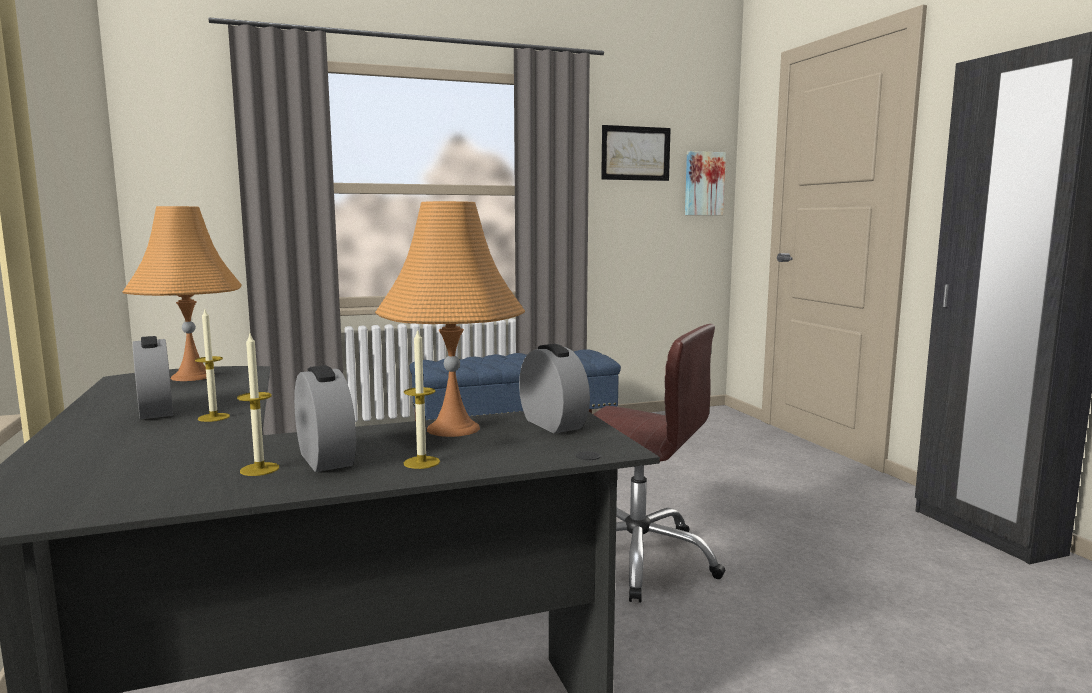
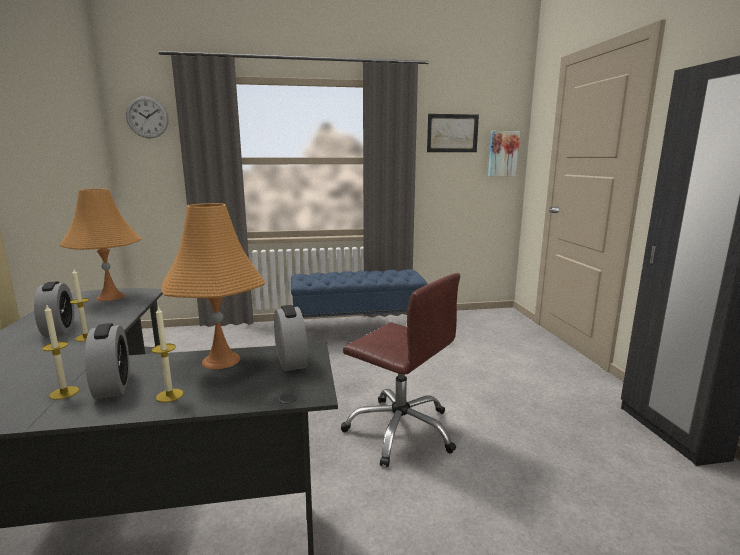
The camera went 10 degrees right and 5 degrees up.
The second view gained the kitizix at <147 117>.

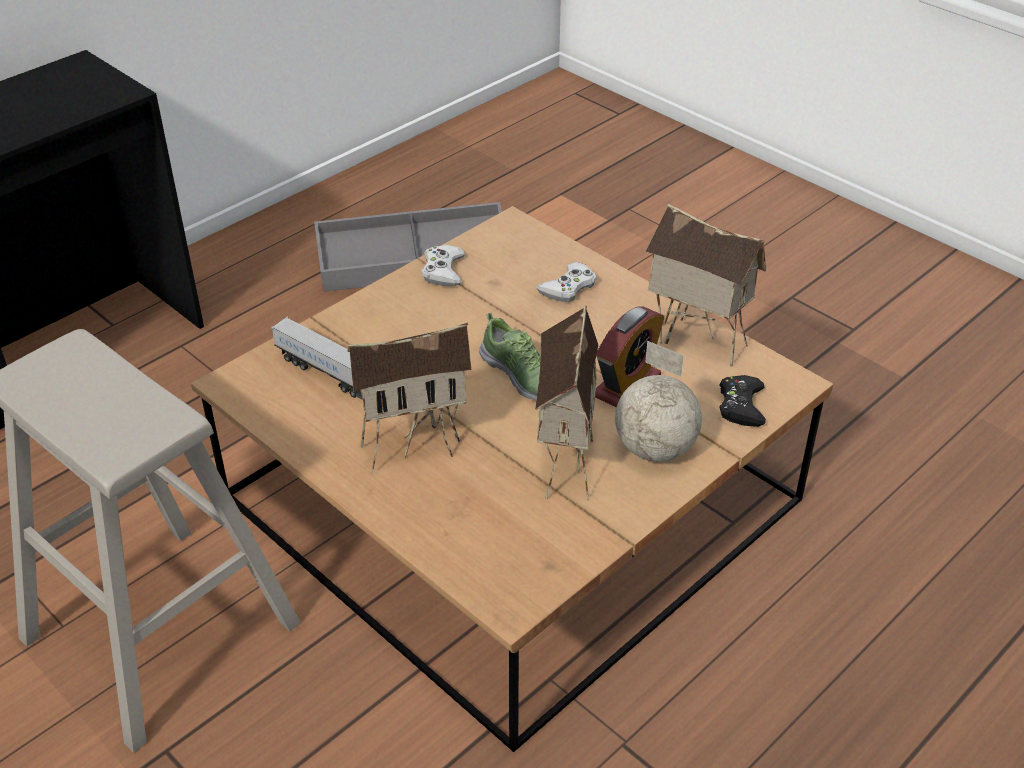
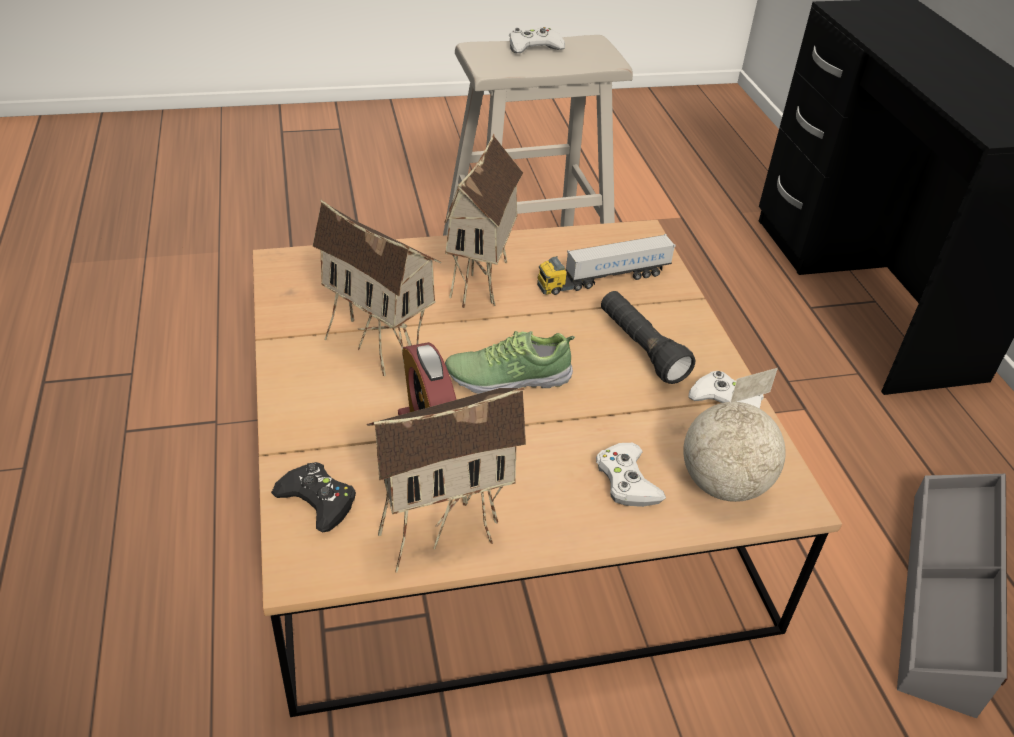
The camera went 120 degrees right and 0 degrees up.
The second view gained the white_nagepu at <534 47>.
The second view gained the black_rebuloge at <640 348>.
The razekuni ended up elsewhere, having gone from <654 448> to <725 485>.

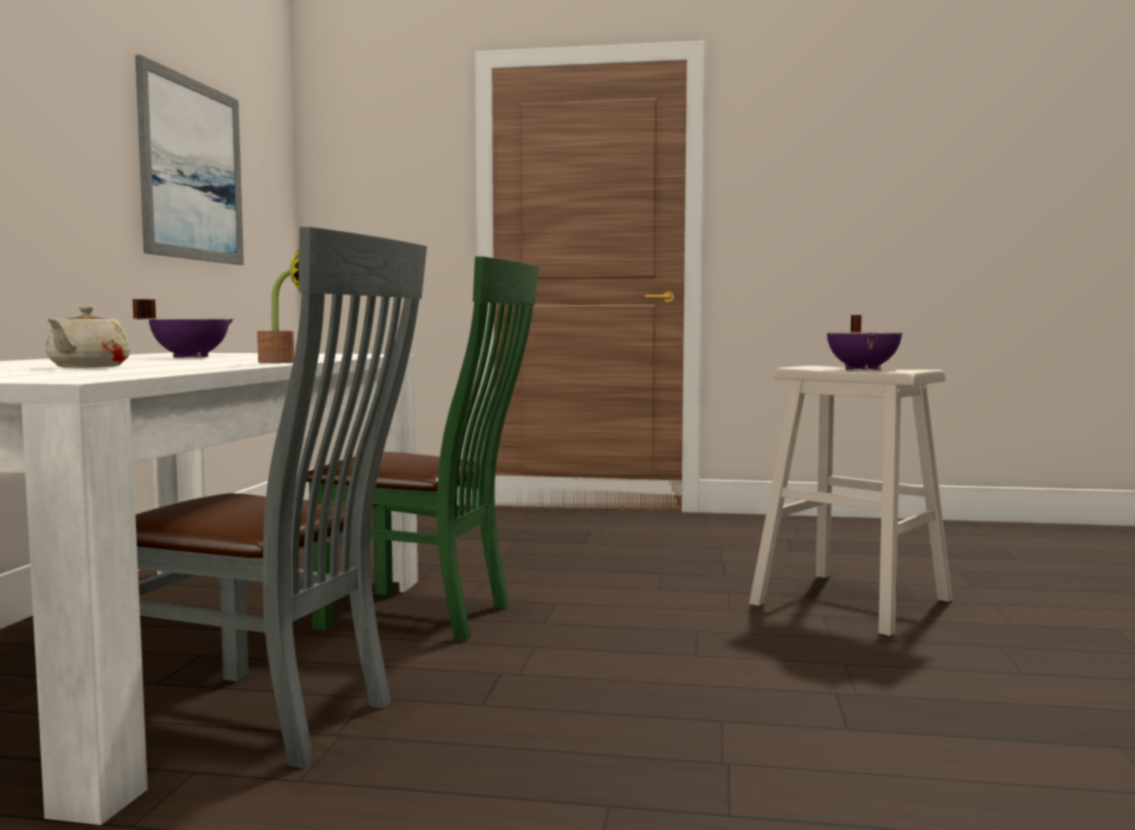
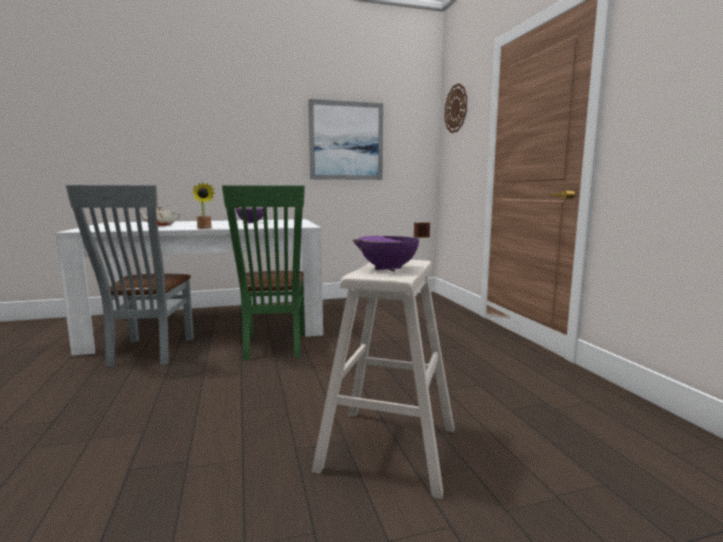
The camera went 65 degrees right and 5 degrees up.
The second view gained the kitizix at <456 108>.

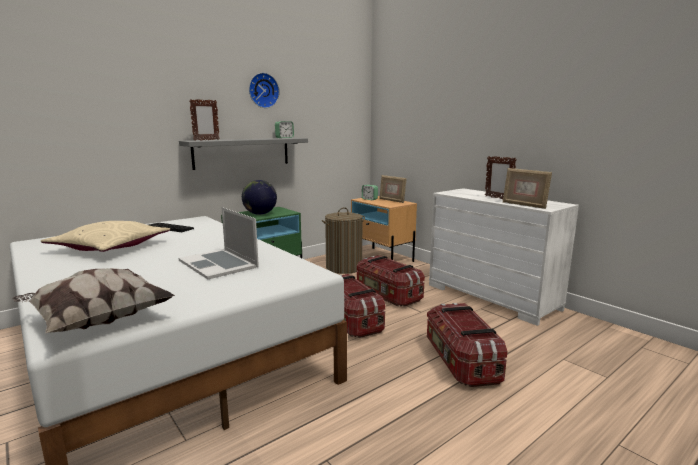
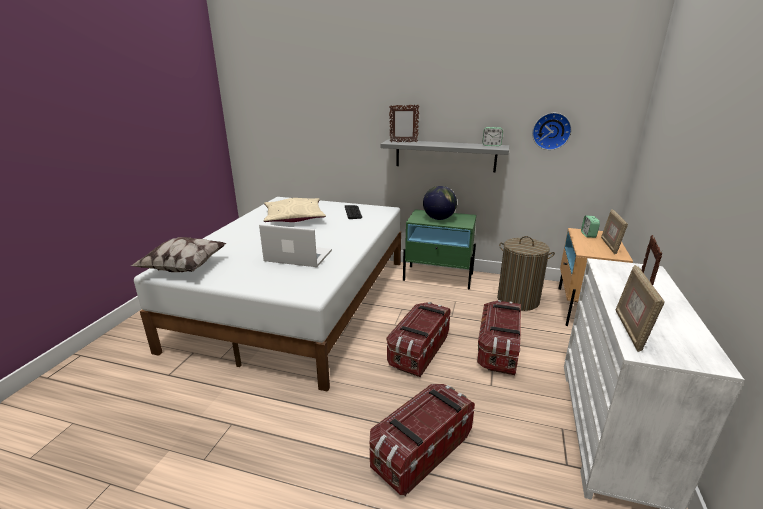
The camera went 55 degrees right and 10 degrees up.
The kitizix ended up elsewhere, having gone from <263 90> to <551 131>.
The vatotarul at <218 263> ended up facing another way, 90 degrees clockwise from before.

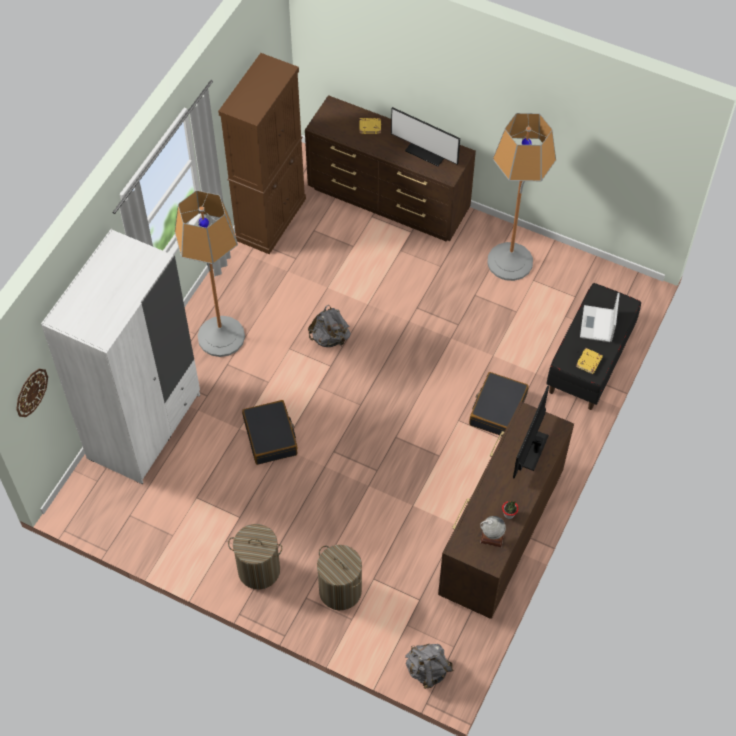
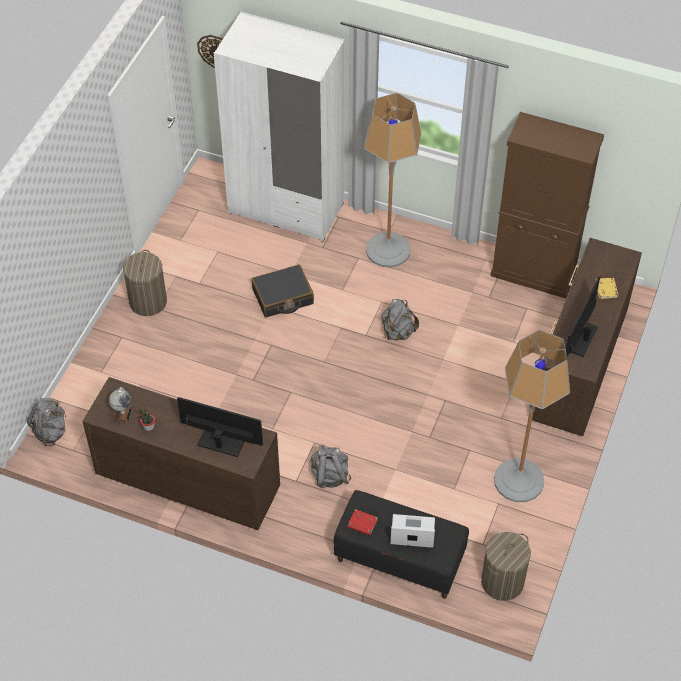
The camera went 85 degrees right and 5 degrees down.
The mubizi ended up elsewhere, having gone from <340 590> to <502 582>.
Where the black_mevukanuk stood at <497 410>, the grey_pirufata came to stand at <329 475>.
What was the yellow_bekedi at <589 362> turned into the red_bekedi at <361 524>.

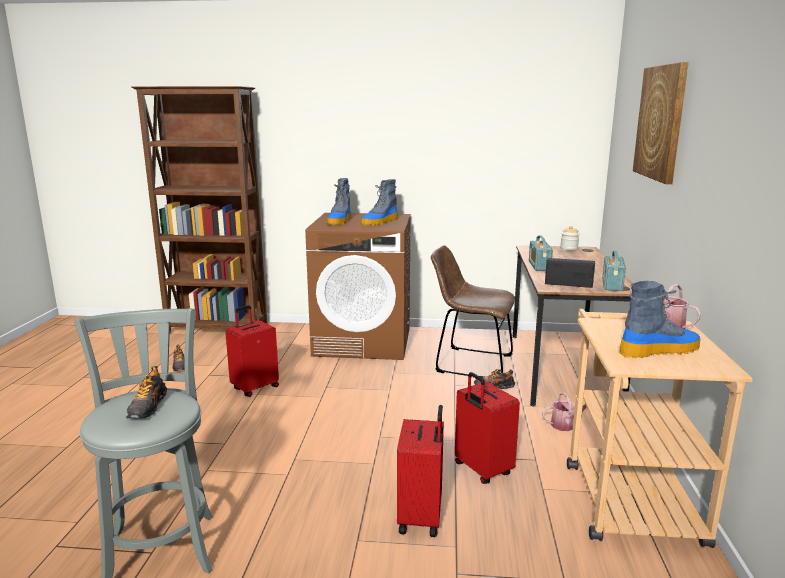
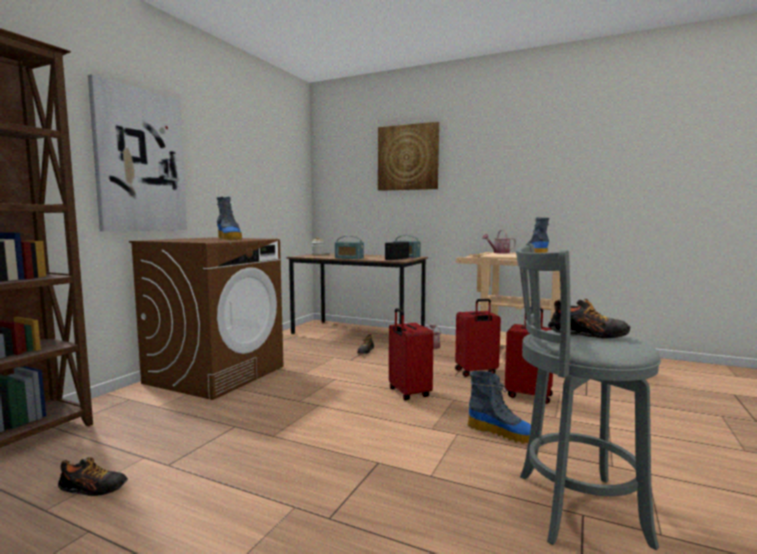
The camera went 70 degrees left and 10 degrees down.
The second view lost the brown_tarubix at <470 363>.
The second view gained the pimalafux at <140 161>.
The red_mevukanuk ended up elsewhere, having gone from <255 388> to <408 393>.
The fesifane ended up elsewhere, having gone from <340 221> to <502 433>.

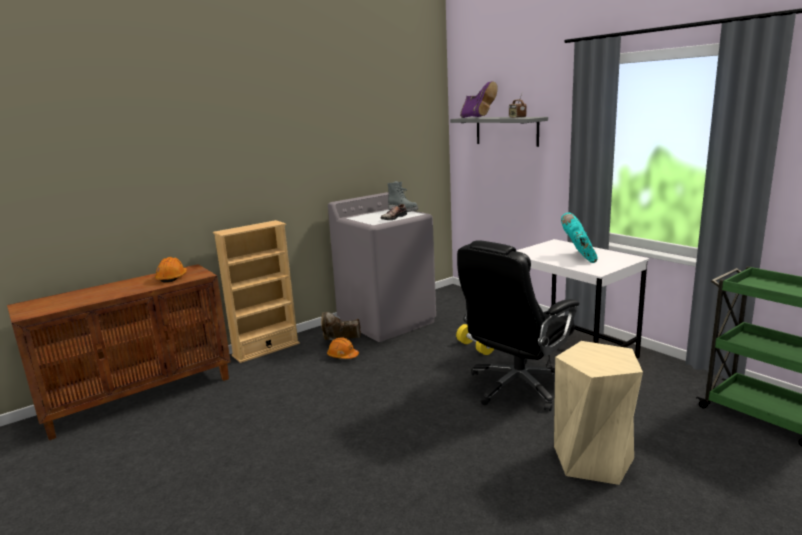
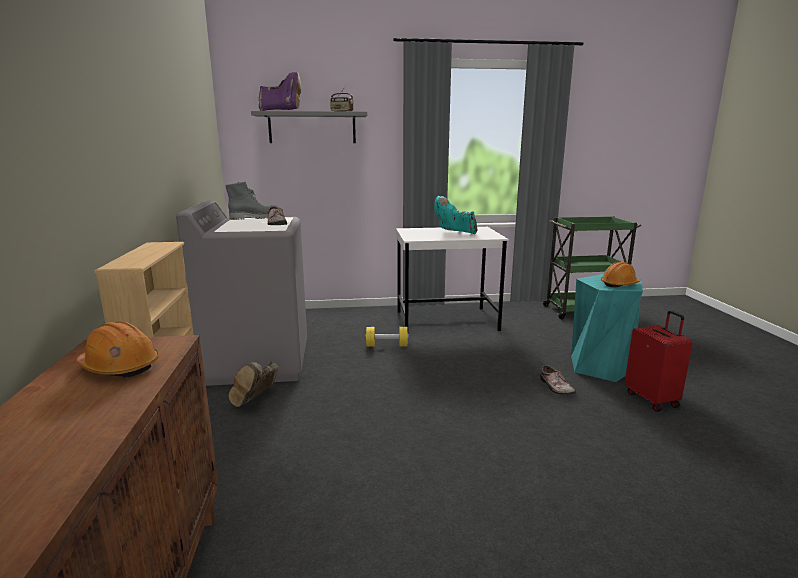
The camera went 60 degrees left and 0 degrees up.
The second view lost the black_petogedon at <517 387>.
The second view gained the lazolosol at <555 387>.
The second view gained the red_mevukanuk at <652 399>.
The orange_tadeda ended up elsewhere, having gone from <342 356> to <619 284>.
What was the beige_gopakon at <593 459> turned into the turquoise_gopakon at <600 366>.

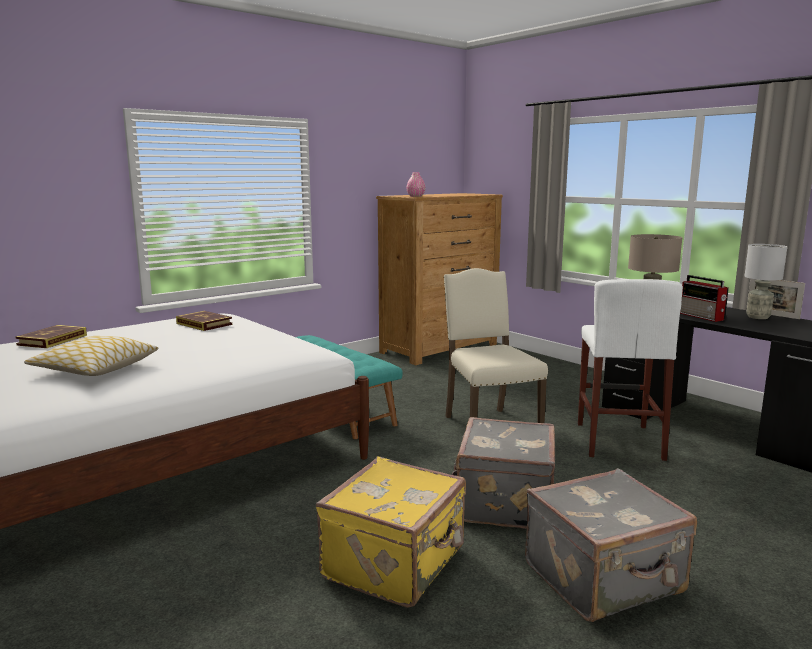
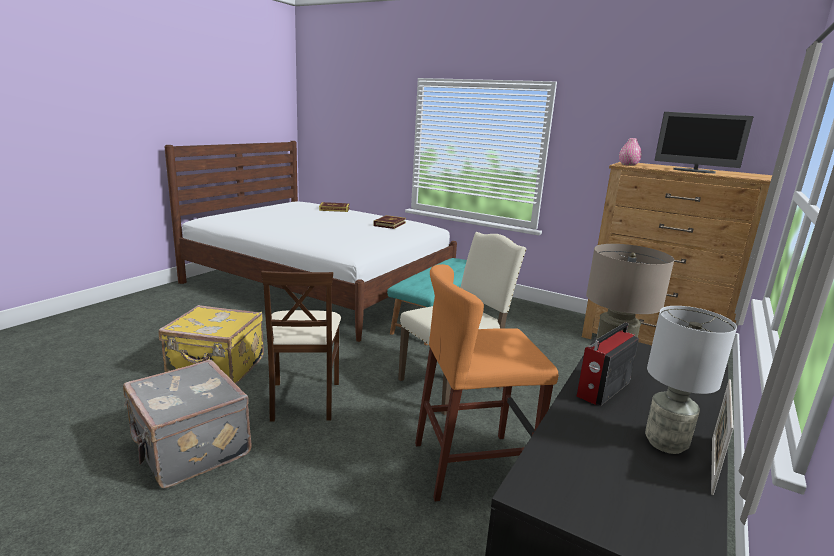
The camera went 70 degrees right and 5 degrees up.
The second view lost the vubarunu at <95 369>.
The second view gained the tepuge at <694 171>.
Where the grey_mevukanuk stood at <503 502>, the beige_tarubix came to stand at <304 399>.
What was the white_gopakon at <618 441> turned into the orange_gopakon at <472 465>.

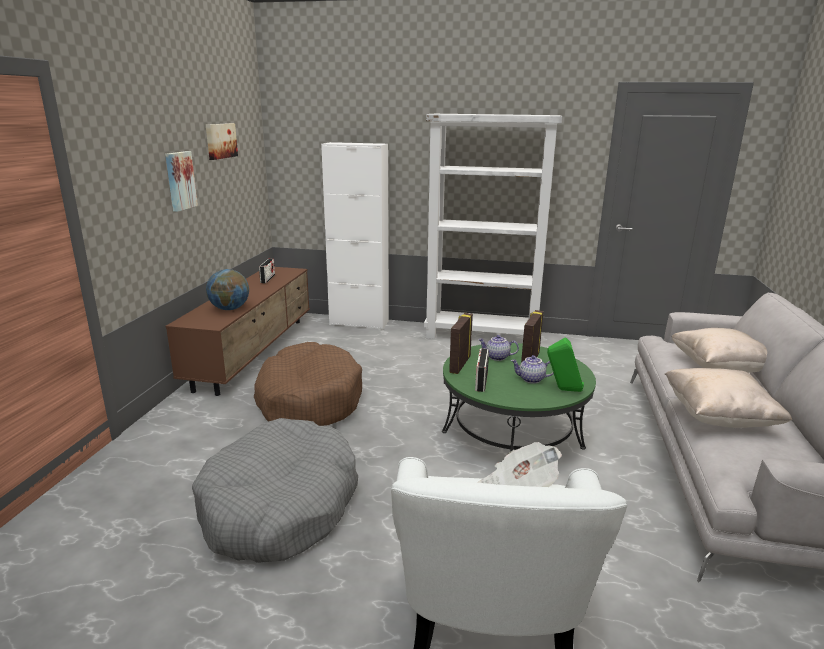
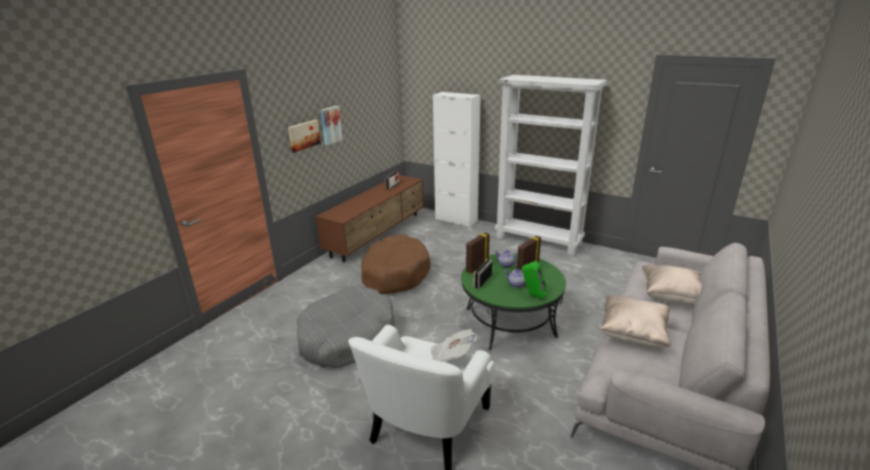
The camera went 20 degrees right and 5 degrees up.
The second view lost the razekuni at <229 309>.
The pimalafux ended up elsewhere, having gone from <220 141> to <303 135>.

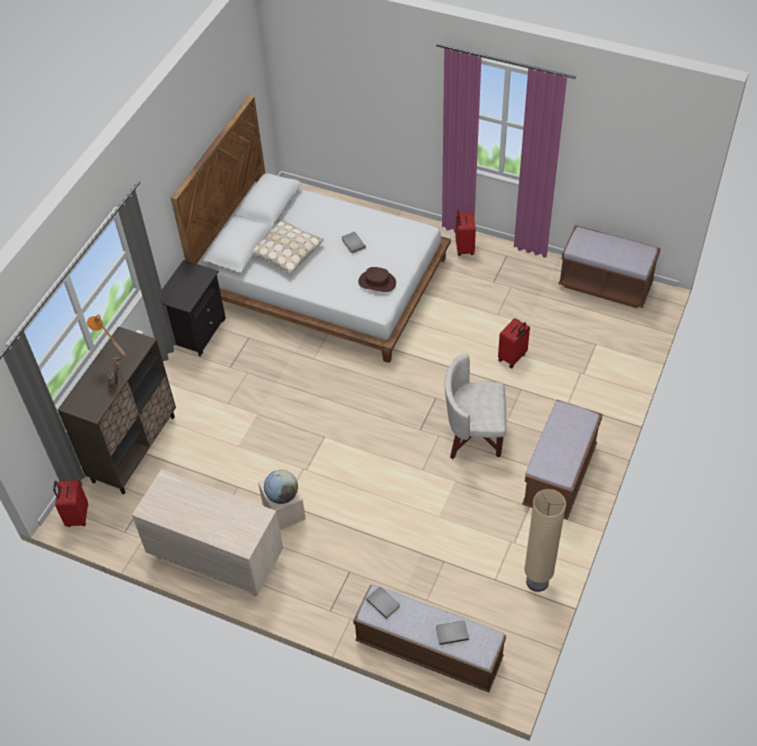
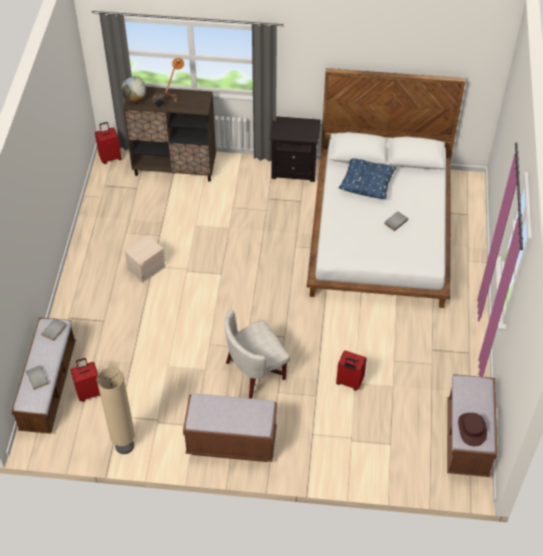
The camera went 70 degrees right and 0 degrees up.
The second view lost the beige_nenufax at <216 558>.
The razekuni ended up elsewhere, having gone from <282 495> to <135 99>.
The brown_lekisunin ended up elsewhere, having gone from <377 282> to <472 429>.
The red_mevukanuk ended up elsewhere, having gone from <463 248> to <89 392>.
What was the beige_vubarunu at <286 252> turned into the blue_vubarunu at <367 182>.
The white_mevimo at <474 435> ended up facing another way, 105 degrees counterclockwise from before.

